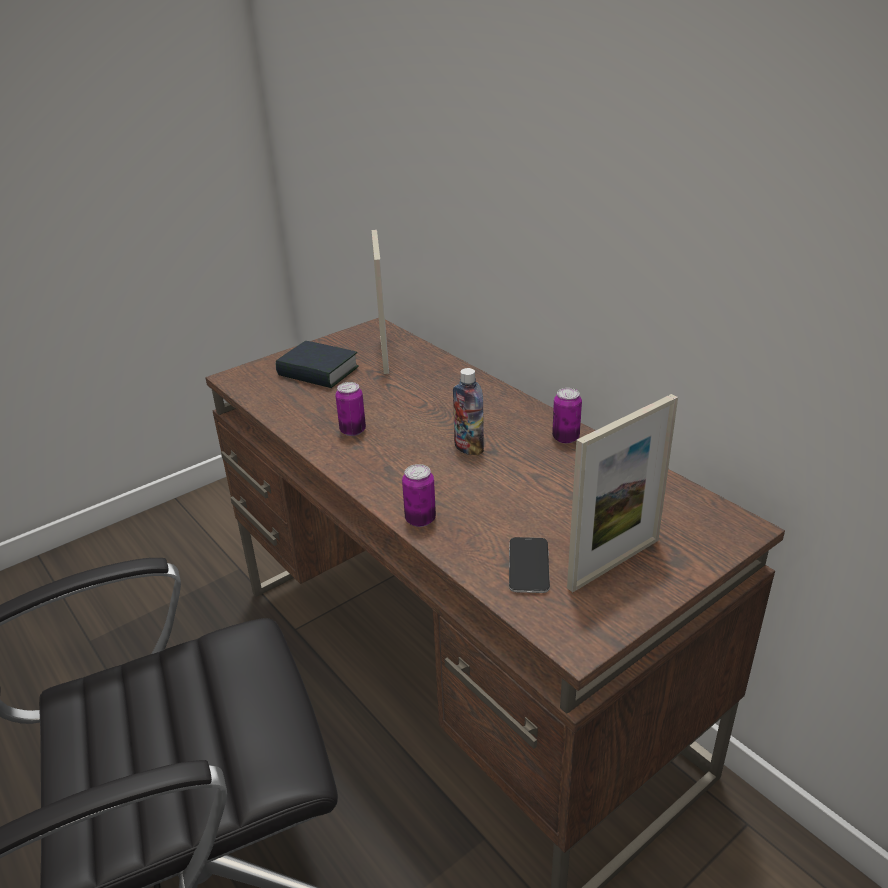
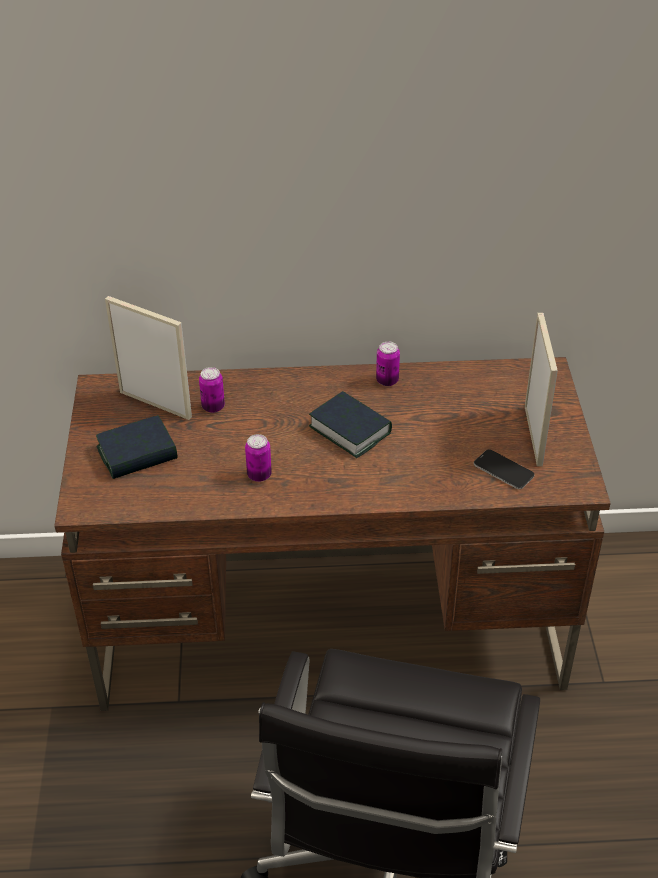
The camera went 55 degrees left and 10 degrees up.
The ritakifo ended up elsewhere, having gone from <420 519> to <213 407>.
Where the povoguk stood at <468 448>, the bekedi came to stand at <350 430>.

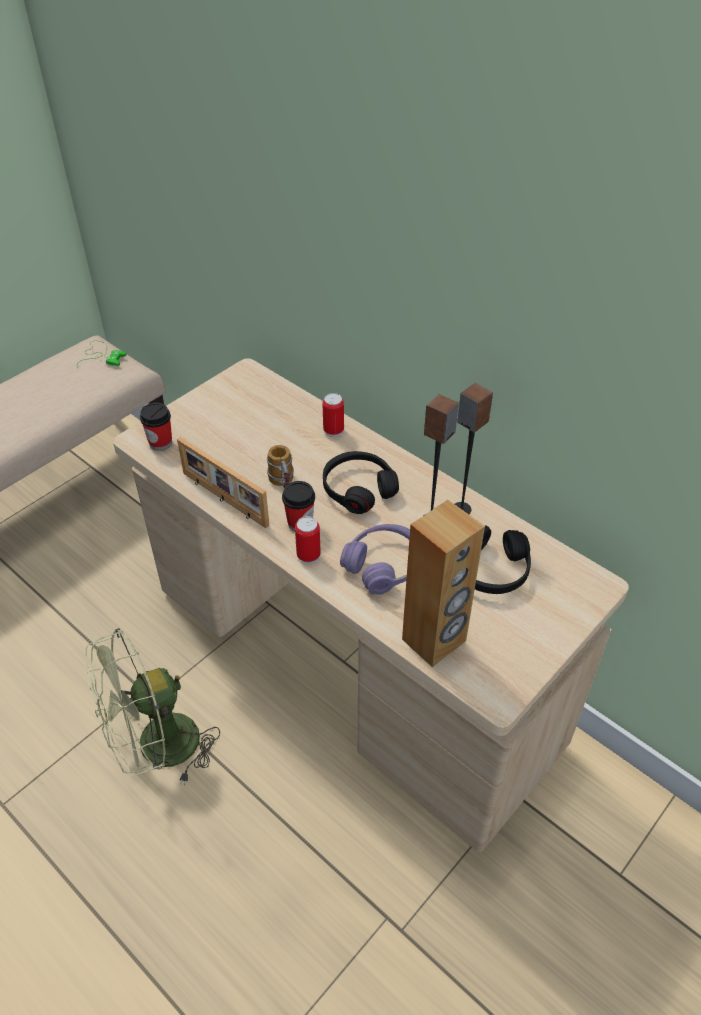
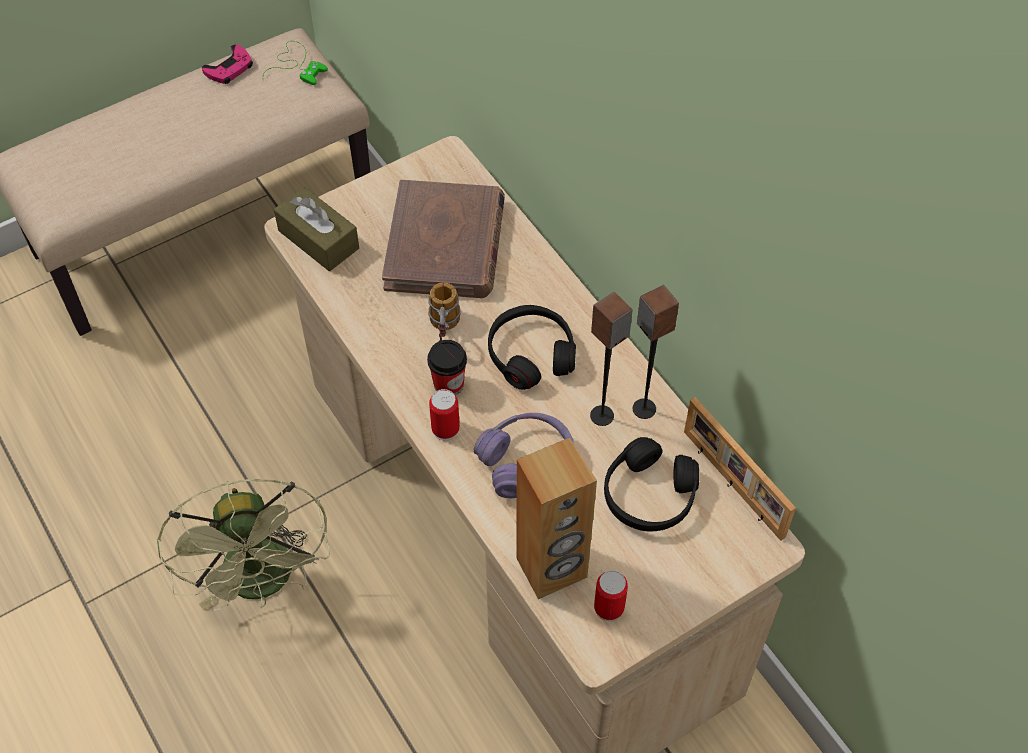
The camera went 15 degrees right and 10 degrees up.
The second view gained the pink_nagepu at <229 69>.
The second view gained the brown_bekedi at <445 244>.
The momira ended up elsewhere, having gone from <223 499> to <731 484>.
The ritakifo ended up elsewhere, having gone from <333 430> to <609 608>.
Where the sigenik stood at <160 442>, the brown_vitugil came to stand at <318 239>.
The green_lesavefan at <157 749> ended up facing another way, 90 degrees counterclockwise from before.

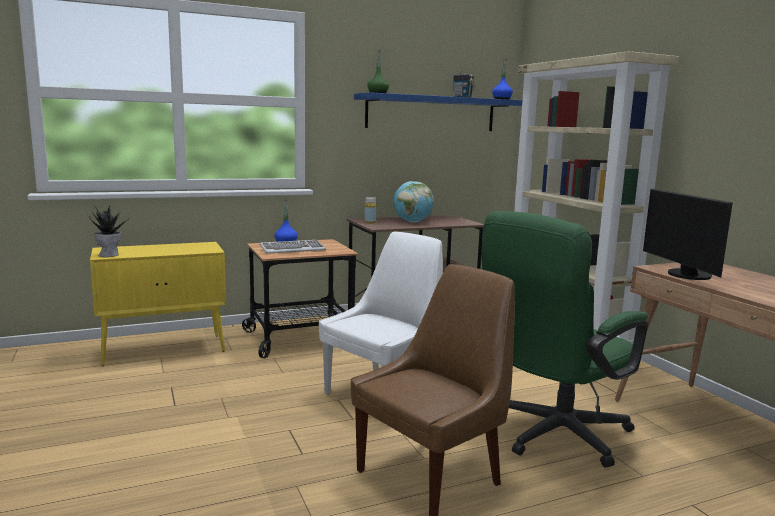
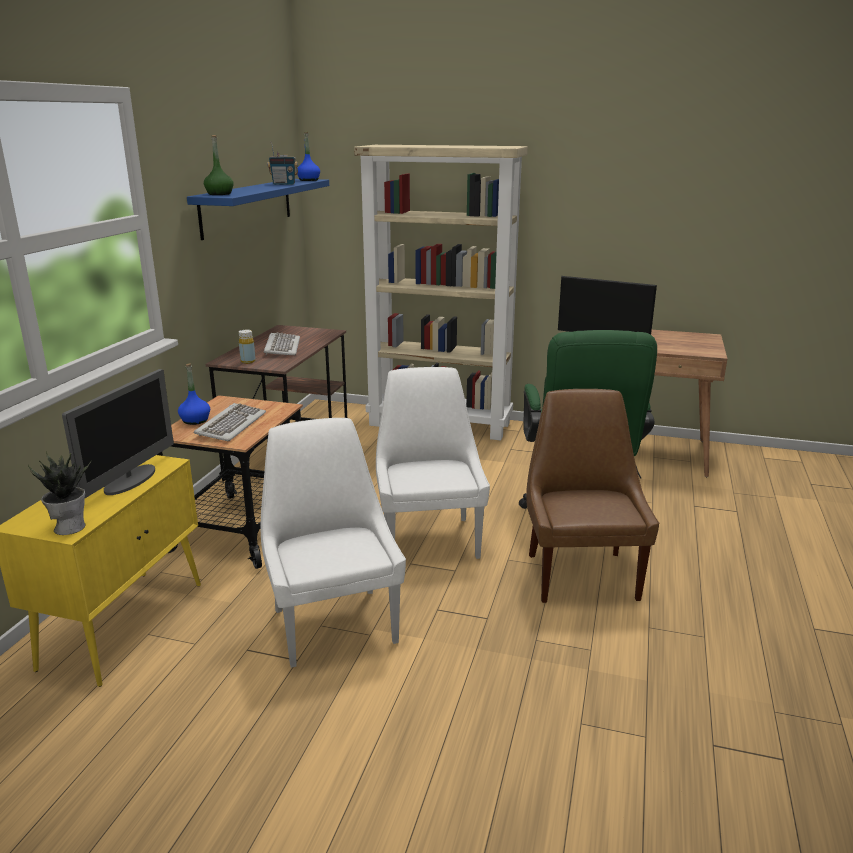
The camera went 50 degrees left and 10 degrees up.
The second view gained the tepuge at <130 480>.
The second view gained the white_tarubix at <333 623>.
Where the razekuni stood at <412 222>, the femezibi came to stand at <281 347>.

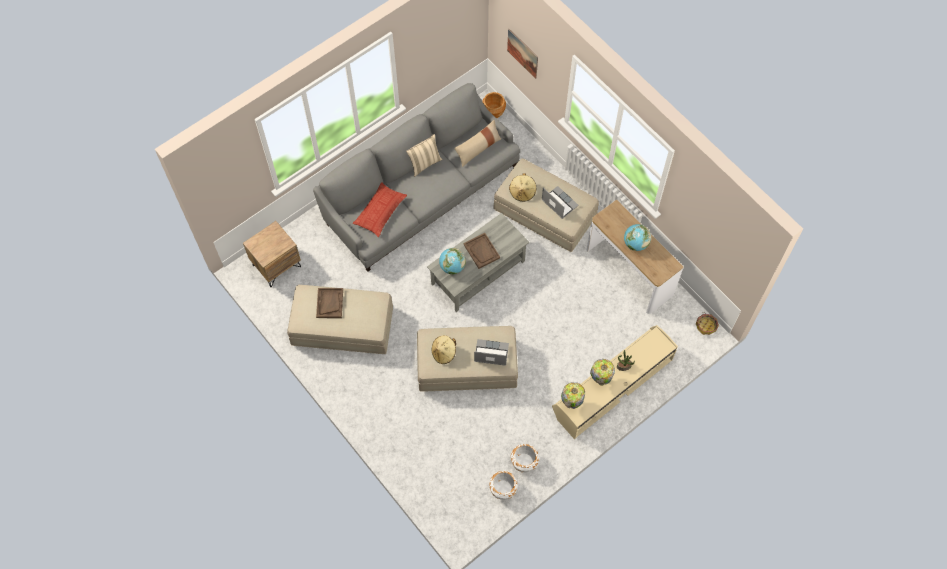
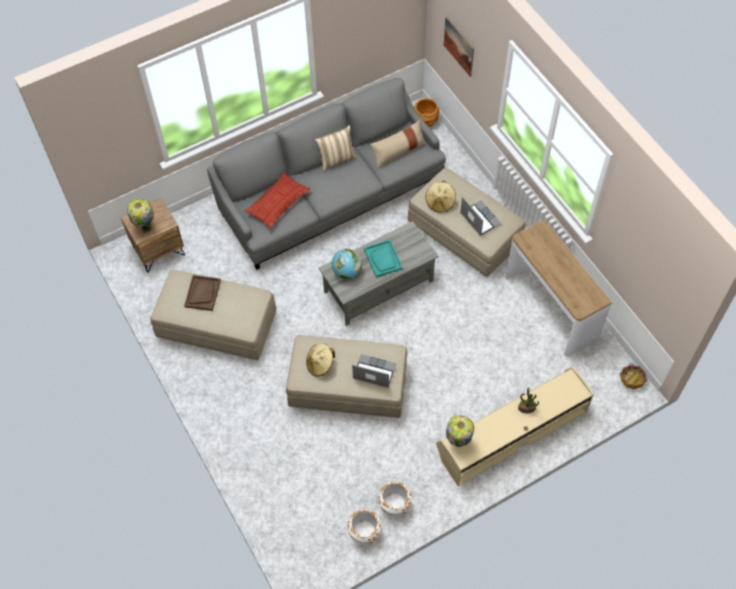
The camera went 10 degrees right and 5 degrees down.
The second view lost the razekuni at <635 243>.
The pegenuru ended up elsewhere, having gone from <600 380> to <145 227>.
What was the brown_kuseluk at <481 251> turned into the turquoise_kuseluk at <383 259>.

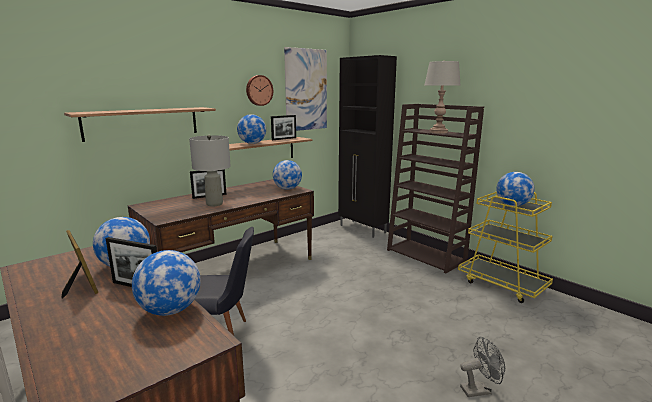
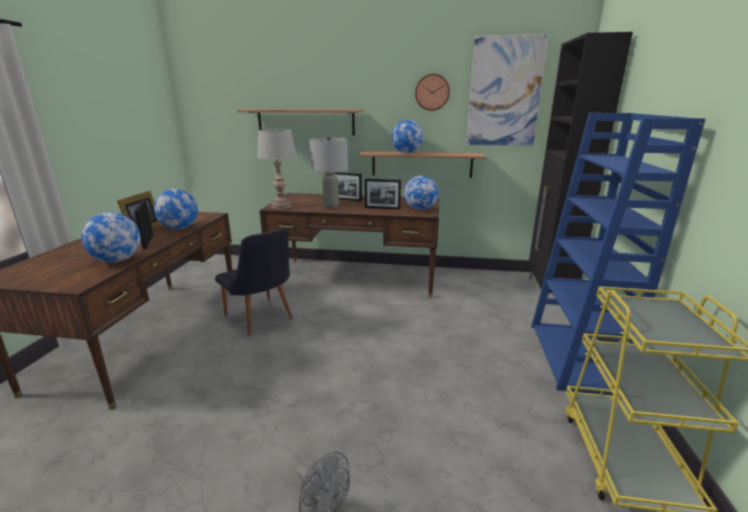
The camera went 50 degrees right and 5 degrees up.
The second view lost the razekuni at <512 205>.
The momira ended up elsewhere, having gone from <284 139> to <382 208>.
The grey_pegenuru ended up elsewhere, having gone from <438 132> to <281 206>.
What was the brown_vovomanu at <426 256> turned into the blue_vovomanu at <574 357>.

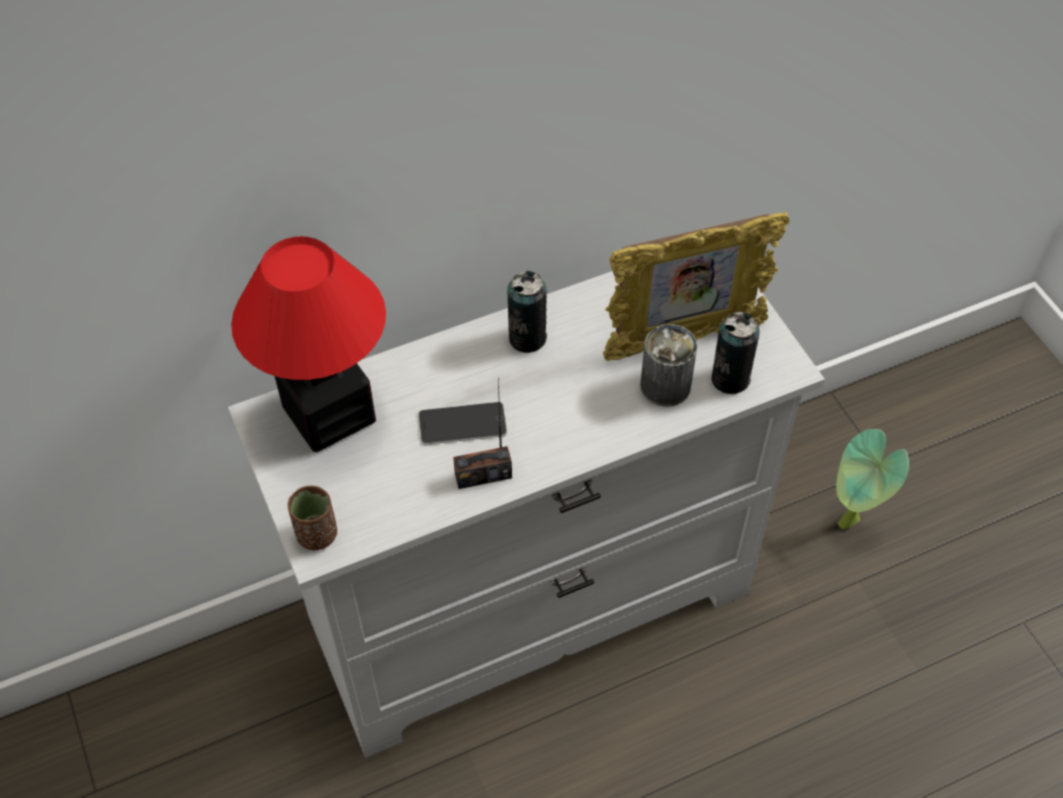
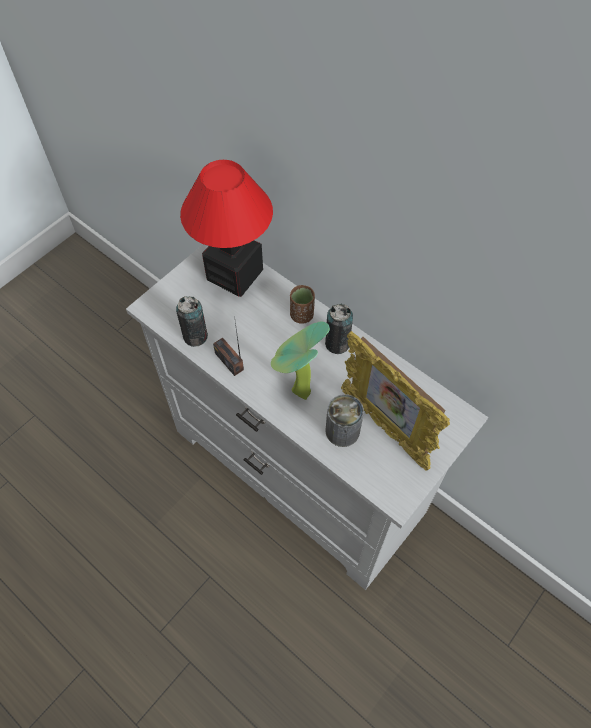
The camera went 65 degrees right and 5 degrees up.
The second view lost the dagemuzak at <462 424>.
The brown_sigenik ended up elsewhere, having gone from <317 534> to <302 315>.
The ritakifo ended up elsewhere, having gone from <730 379> to <195 336>.
The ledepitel ended up elsewhere, having gone from <849 526> to <297 394>.

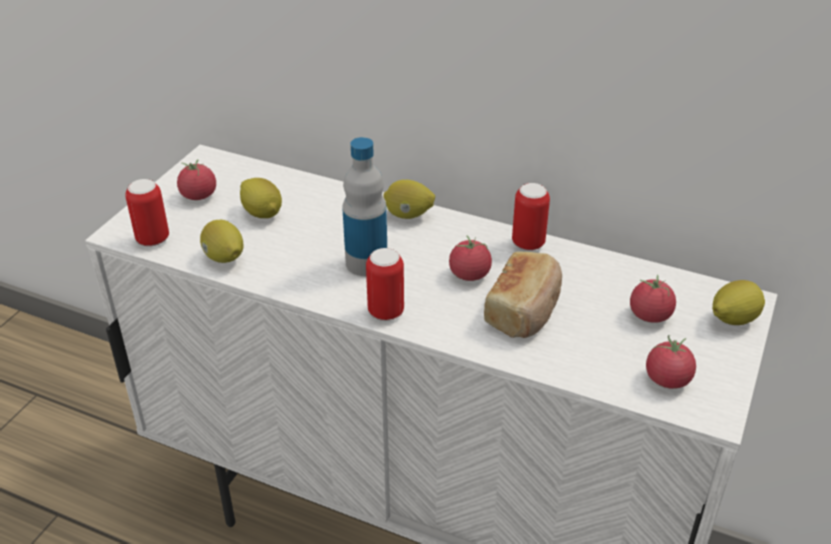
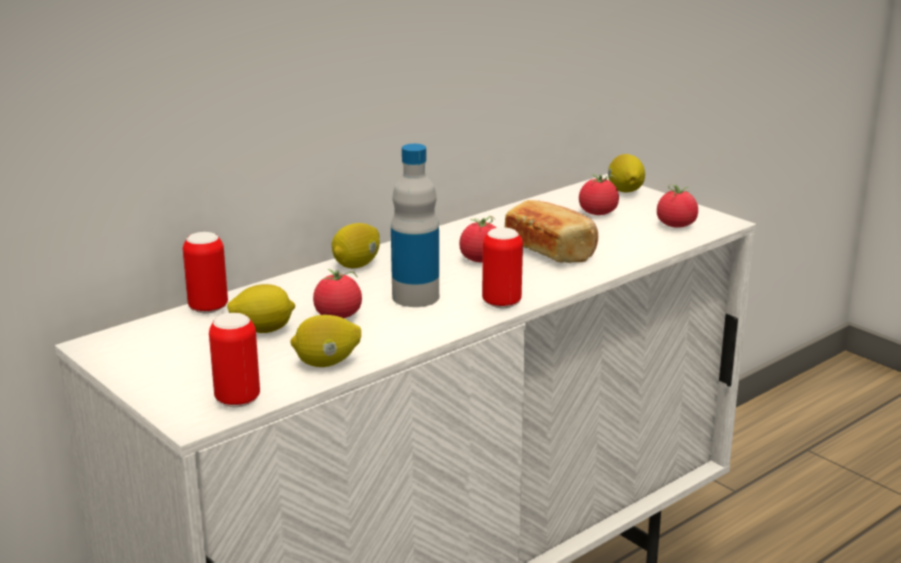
The camera went 65 degrees left and 15 degrees down.
The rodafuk ended up elsewhere, having gone from <198 196> to <338 316>.
The ritakifo ended up elsewhere, having gone from <528 243> to <208 308>.

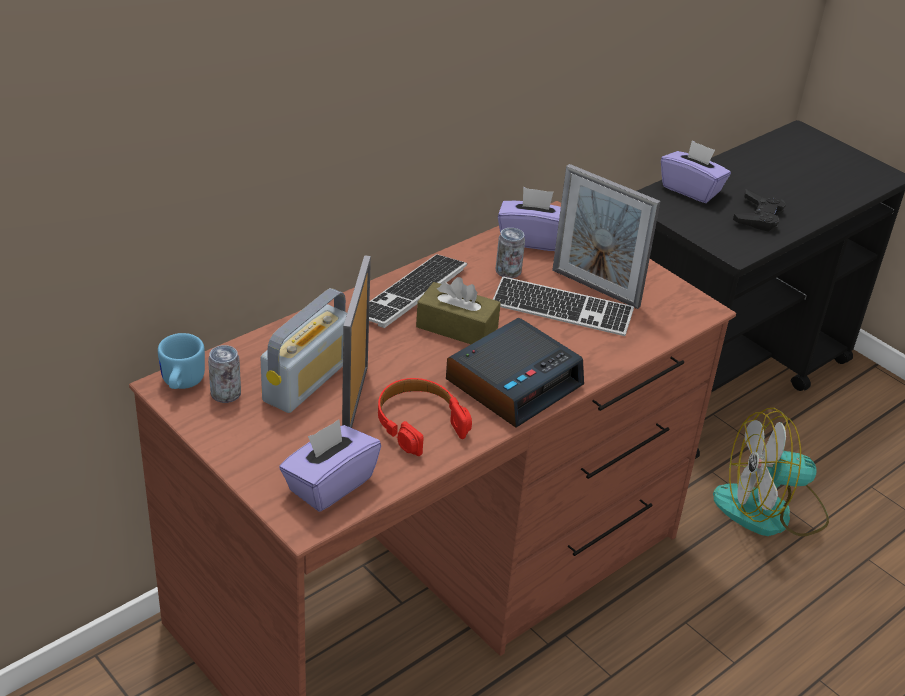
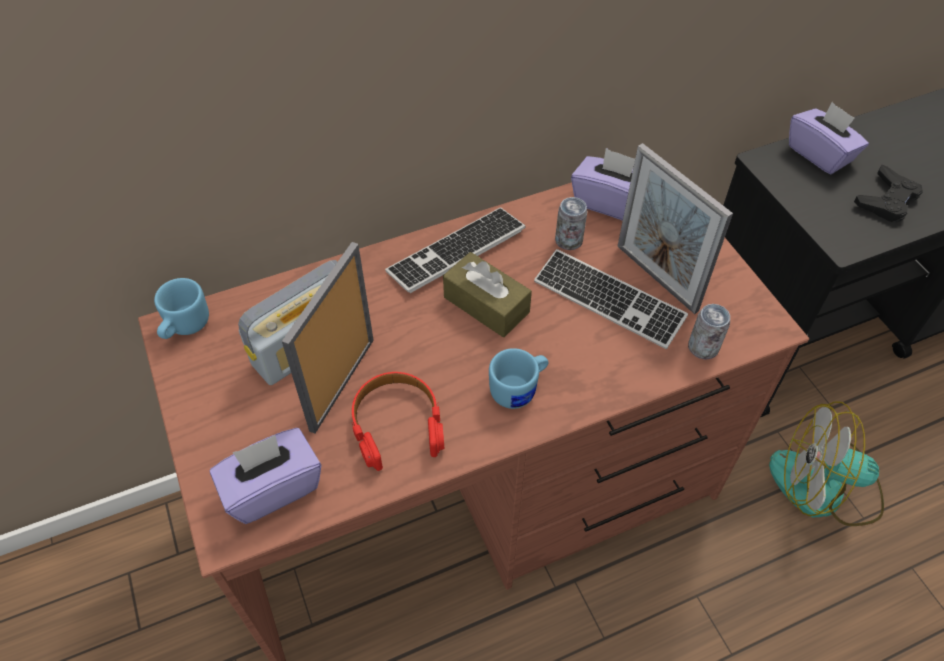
The camera went 20 degrees right and 15 degrees up.
The ritakifo ended up elsewhere, having gone from <226 394> to <703 348>.
Where the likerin stood at <514 382>, the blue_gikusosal came to stand at <519 389>.

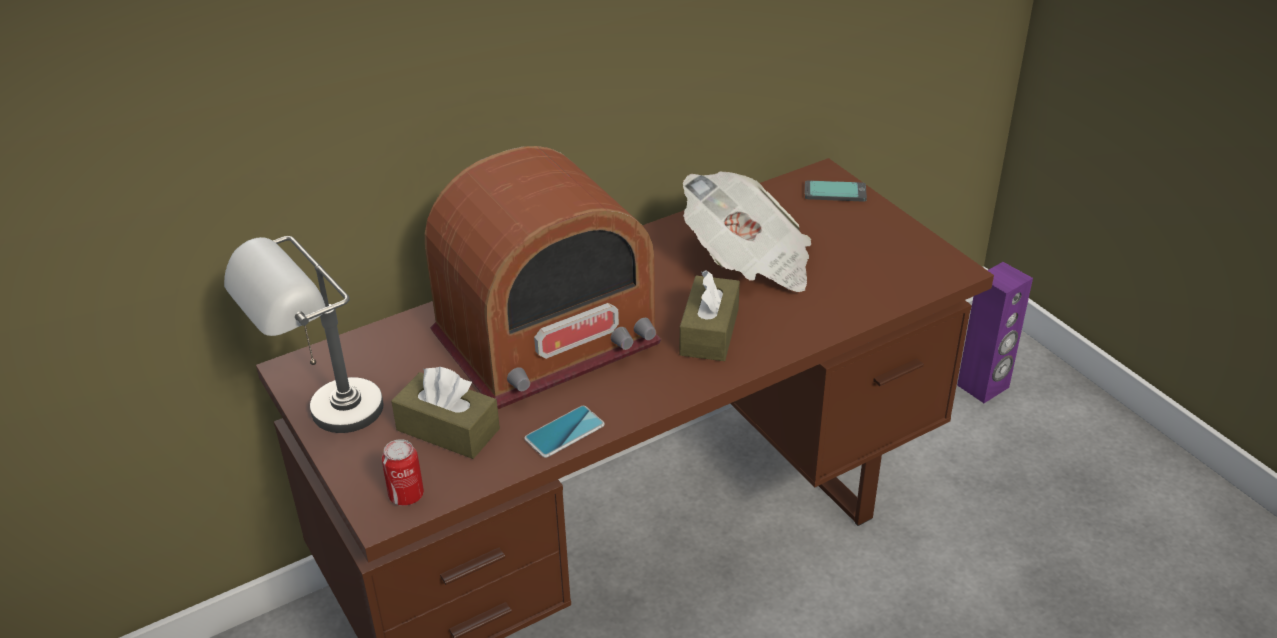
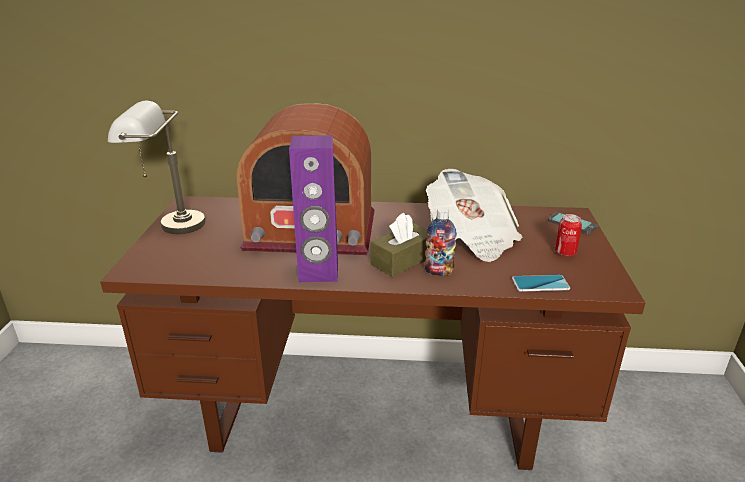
The camera went 35 degrees right and 10 degrees down.
The second view lost the brown_vitugil at <448 429>.
The second view gained the povoguk at <438 271>.
The ritakifo ended up elsewhere, having gone from <406 495> to <565 252>.
The dagemuzak ended up elsewhere, having gone from <564 432> to <540 284>.
The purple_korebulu ended up elsewhere, having gone from <983 386> to <318 273>.

